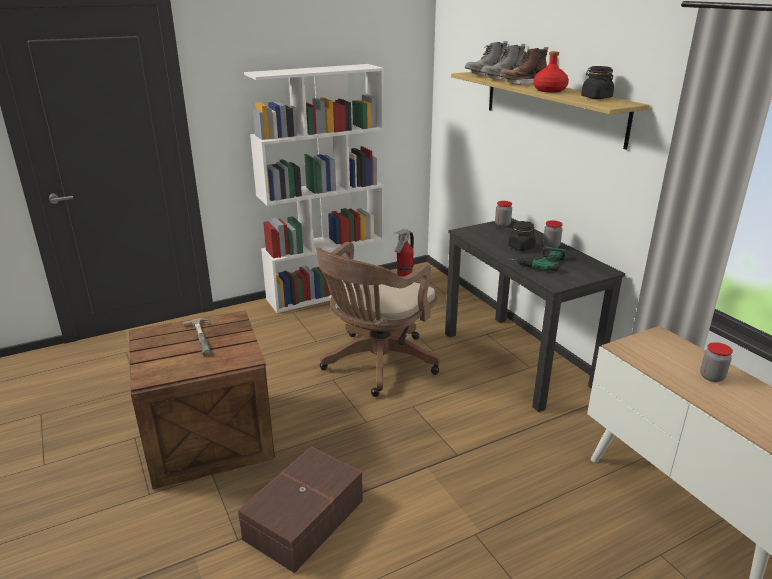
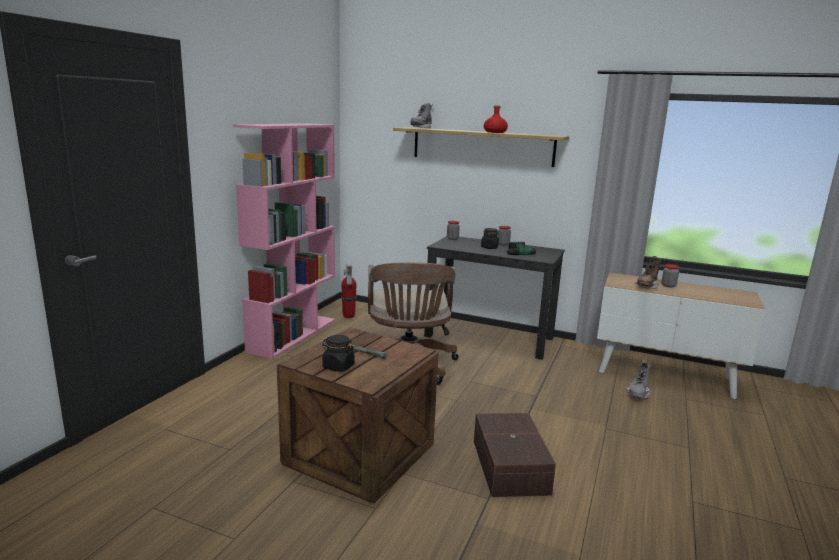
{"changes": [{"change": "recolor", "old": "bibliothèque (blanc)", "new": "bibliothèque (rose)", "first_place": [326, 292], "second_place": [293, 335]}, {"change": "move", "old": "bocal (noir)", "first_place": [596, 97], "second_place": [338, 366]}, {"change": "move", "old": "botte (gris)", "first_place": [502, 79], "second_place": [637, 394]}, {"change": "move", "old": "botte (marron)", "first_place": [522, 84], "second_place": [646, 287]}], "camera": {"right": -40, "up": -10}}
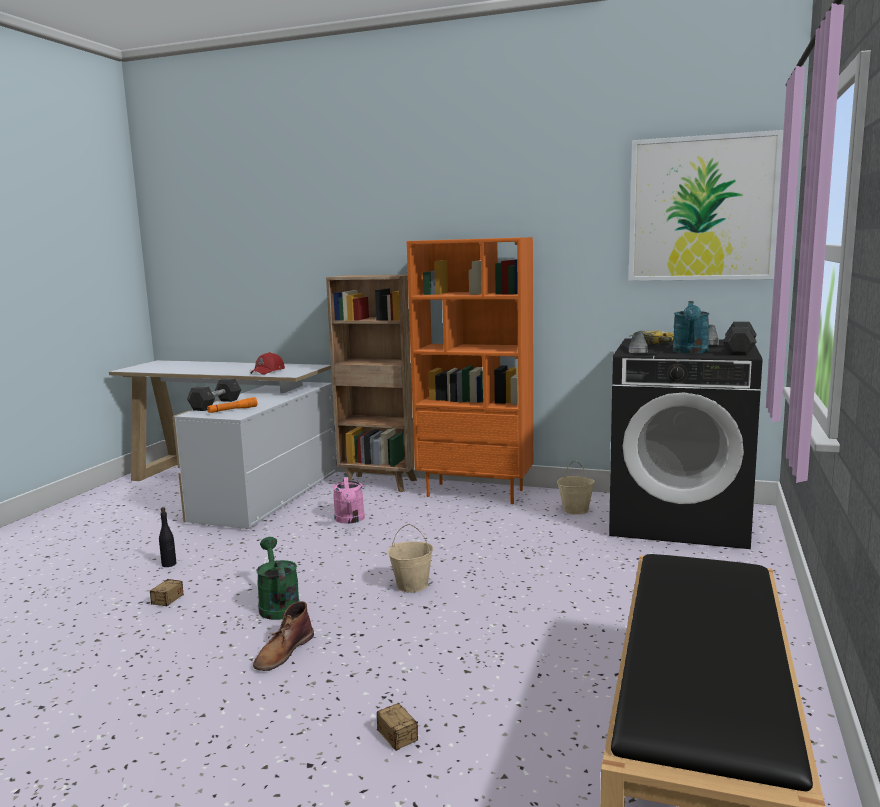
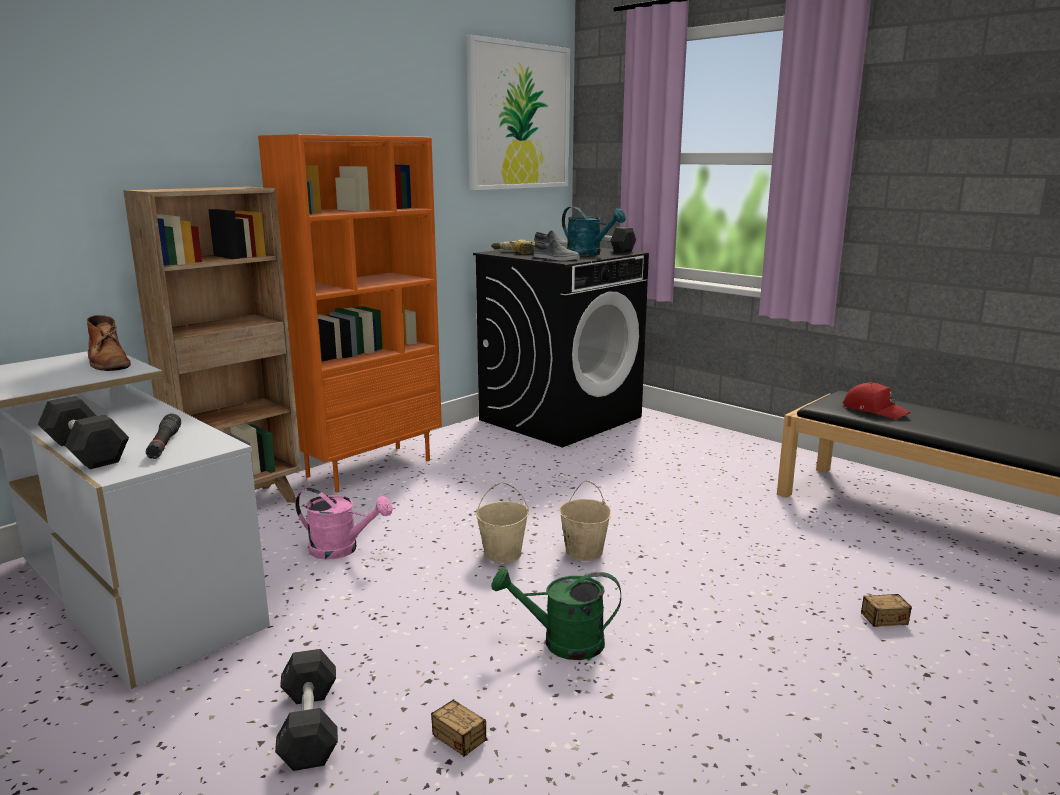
{"changes": [{"change": "move", "old": "botte (marron)", "first_place": [283, 652], "second_place": [108, 362]}, {"change": "recolor", "old": "lampe de poche (orange)", "new": "lampe de poche (noir)", "first_place": [232, 410], "second_place": [164, 444]}, {"change": "replace", "old": "bouteille (noir)", "new": "haltère (gris)", "first_place": [169, 564], "second_place": [309, 726]}, {"change": "move", "old": "seau (beige)", "first_place": [576, 510], "second_place": [503, 554]}, {"change": "move", "old": "casquette (rouge)", "first_place": [268, 371], "second_place": [874, 410]}], "camera": {"right": -65, "up": 5}}
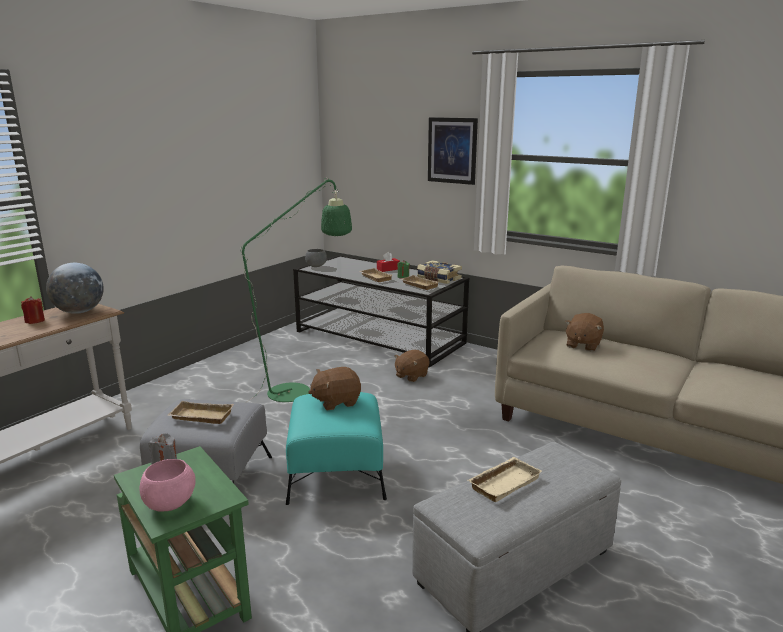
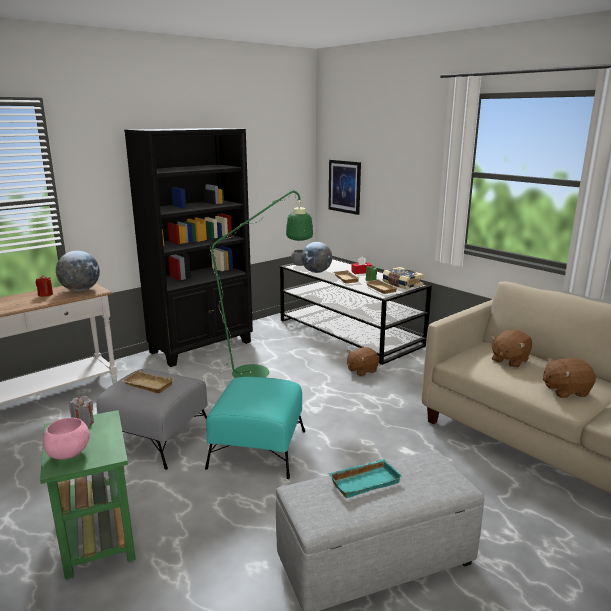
{"changes": [{"change": "insert", "new": "bibliothèque (noir)", "second_place": [202, 347]}, {"change": "insert", "new": "globe", "second_place": [316, 272]}, {"change": "move", "old": "tableau", "first_place": [452, 150], "second_place": [344, 186]}, {"change": "recolor", "old": "plateau (beige)", "new": "plateau (turquoise)", "first_place": [503, 482], "second_place": [364, 481]}, {"change": "move", "old": "peluche (marron)", "first_place": [336, 402], "second_place": [565, 390]}], "camera": {"right": 15, "up": 0}}
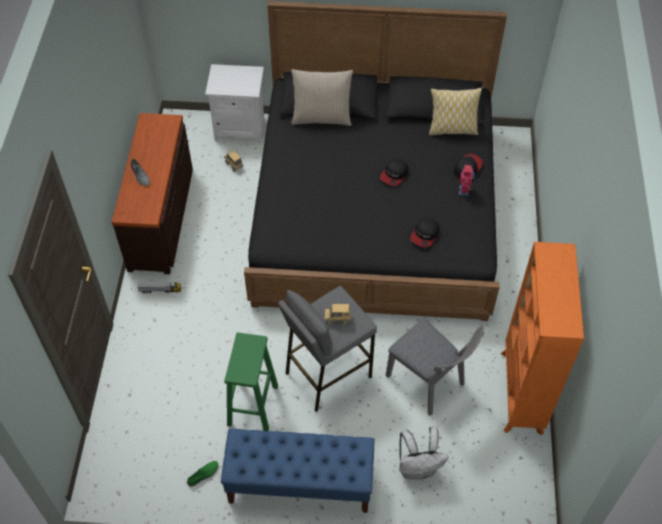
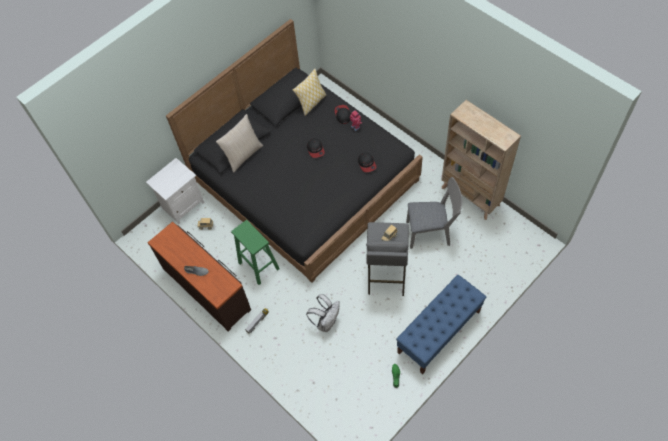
{"changes": [{"change": "move", "old": "tabouret (vert)", "first_place": [253, 404], "second_place": [258, 265]}, {"change": "move", "old": "sac à dos (blanc)", "first_place": [418, 468], "second_place": [326, 322]}, {"change": "recolor", "old": "bibliothèque (orange)", "new": "bibliothèque (beige)", "first_place": [521, 392], "second_place": [470, 196]}], "camera": {"right": -45, "up": 5}}
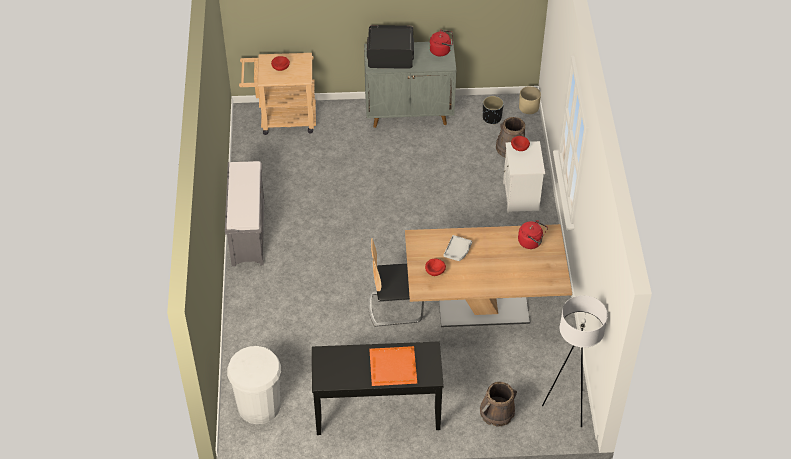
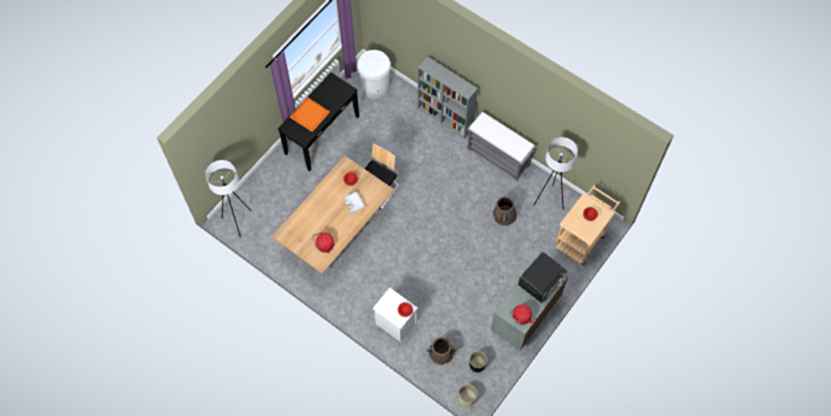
{"changes": [{"change": "insert", "new": "bibliothèque (gris)", "second_place": [446, 118]}, {"change": "move", "old": "seau (marron)", "first_place": [497, 412], "second_place": [504, 215]}, {"change": "insert", "new": "lampadaire (blanc)", "second_place": [549, 200]}], "camera": {"right": 130, "up": 15}}
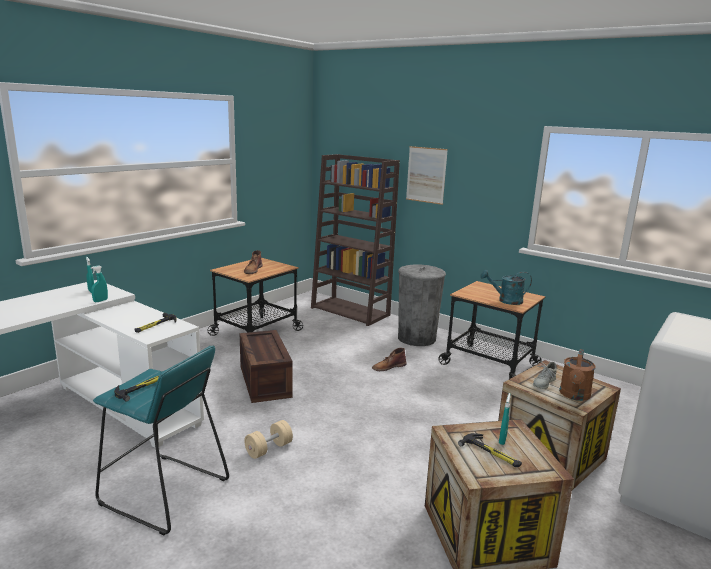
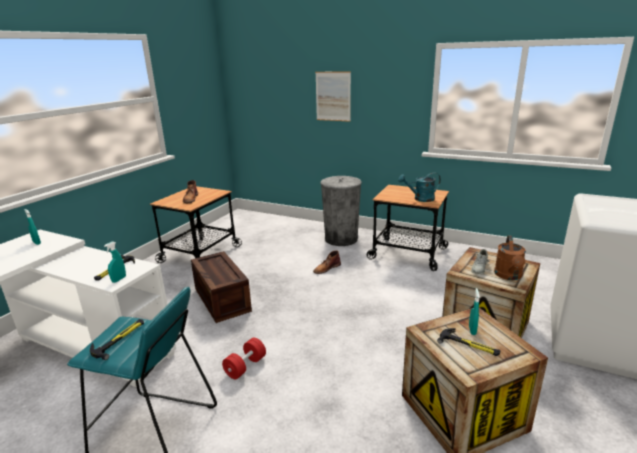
{"changes": [{"change": "move", "old": "vaporisateur (turquoise)", "first_place": [100, 301], "second_place": [119, 279]}, {"change": "recolor", "old": "haltère (beige)", "new": "haltère (rouge)", "first_place": [269, 449], "second_place": [245, 366]}, {"change": "delete", "old": "bibliothèque (marron)", "first_place": [351, 311]}], "camera": {"right": -10, "up": 5}}
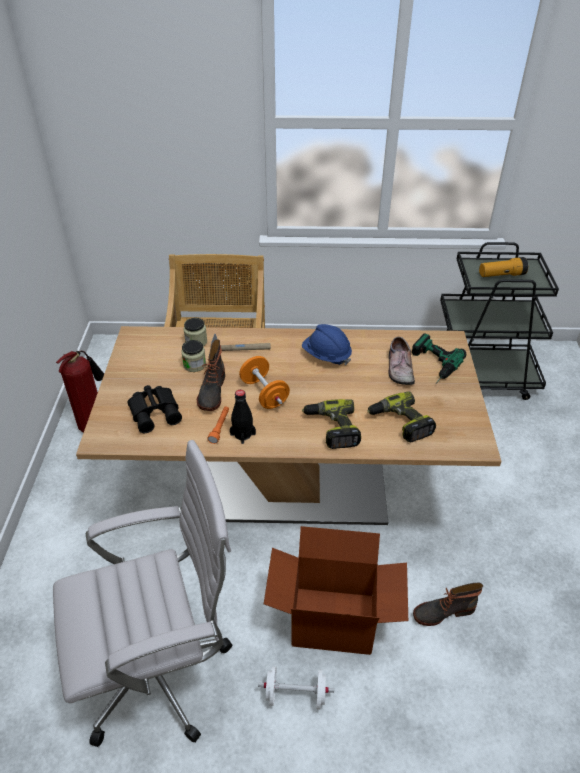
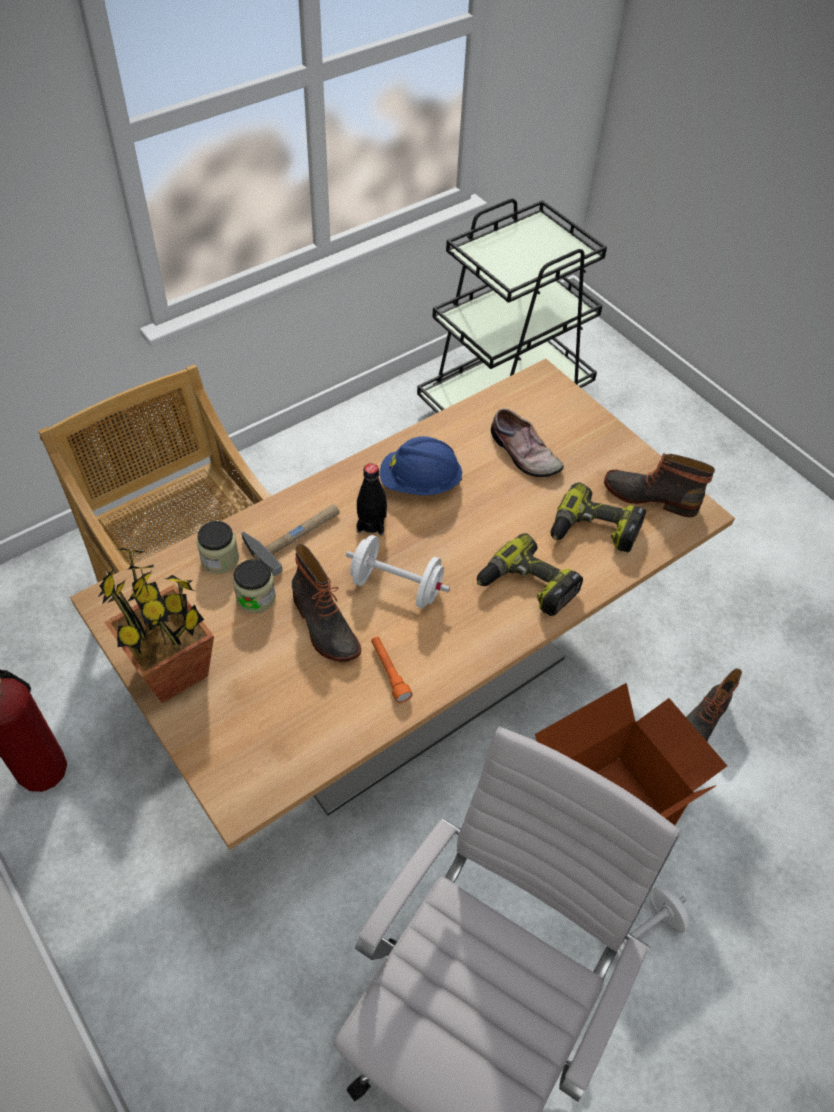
{"changes": [{"change": "insert", "new": "plante en pot", "second_place": [173, 671]}, {"change": "recolor", "old": "haltère (orange)", "new": "haltère (blanc)", "first_place": [264, 394], "second_place": [396, 586]}, {"change": "move", "old": "bouteille (noir)", "first_place": [243, 434], "second_place": [371, 524]}, {"change": "insert", "new": "botte", "second_place": [651, 496]}, {"change": "delete", "old": "jumelles (noir)", "first_place": [156, 412]}, {"change": "delete", "old": "perceuse", "first_place": [431, 364]}, {"change": "delete", "old": "lampe de poche", "first_place": [501, 275]}], "camera": {"right": -40, "up": 10}}
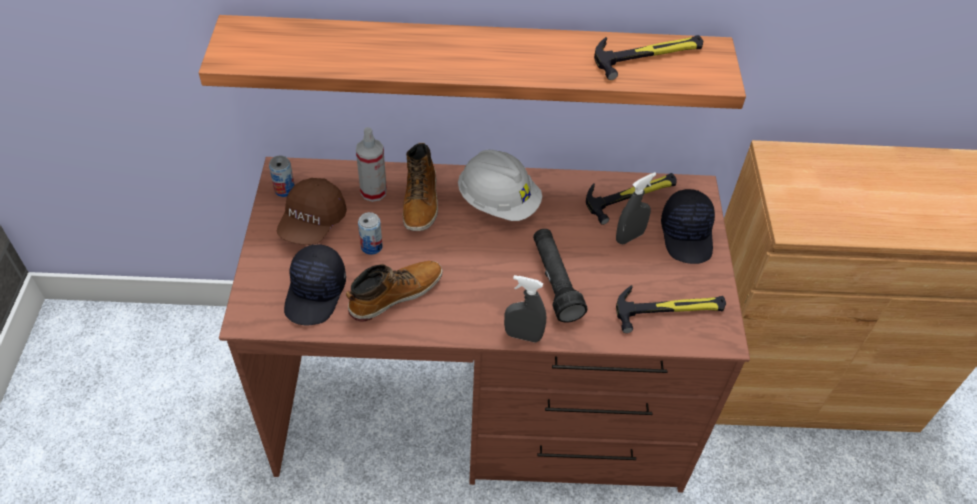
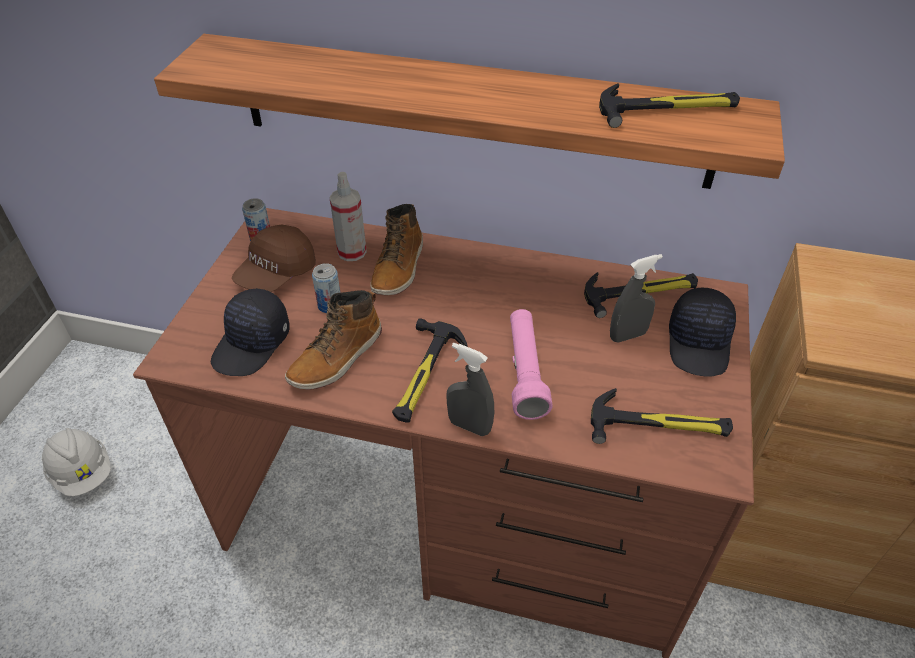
{"changes": [{"change": "move", "old": "casque de chantier (blanc)", "first_place": [498, 202], "second_place": [82, 472]}, {"change": "rotate", "old": "botte", "first_place": [395, 294], "second_place": [337, 358], "degrees": 150}, {"change": "insert", "new": "marteau", "second_place": [425, 374]}, {"change": "recolor", "old": "lampe de poche (noir)", "new": "lampe de poche (rose)", "first_place": [555, 281], "second_place": [525, 372]}], "camera": {"right": 15, "up": -5}}
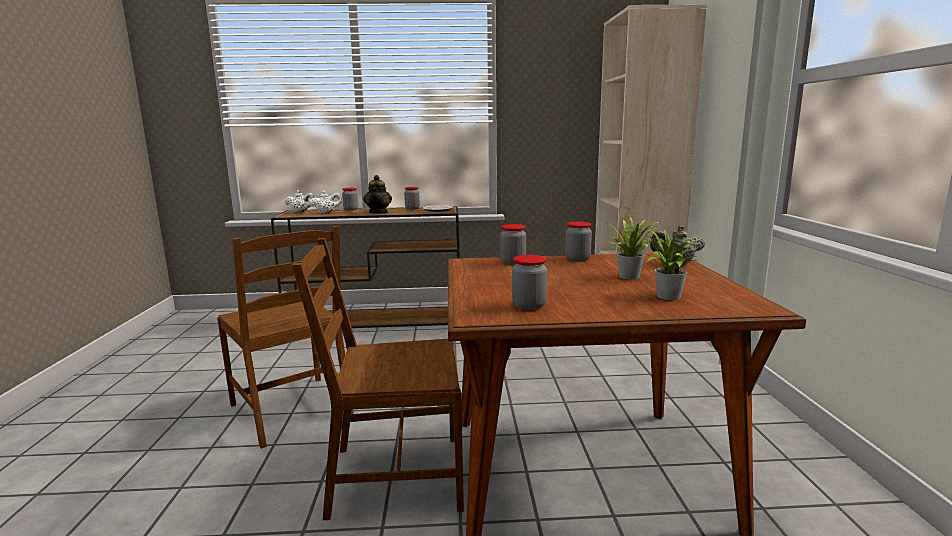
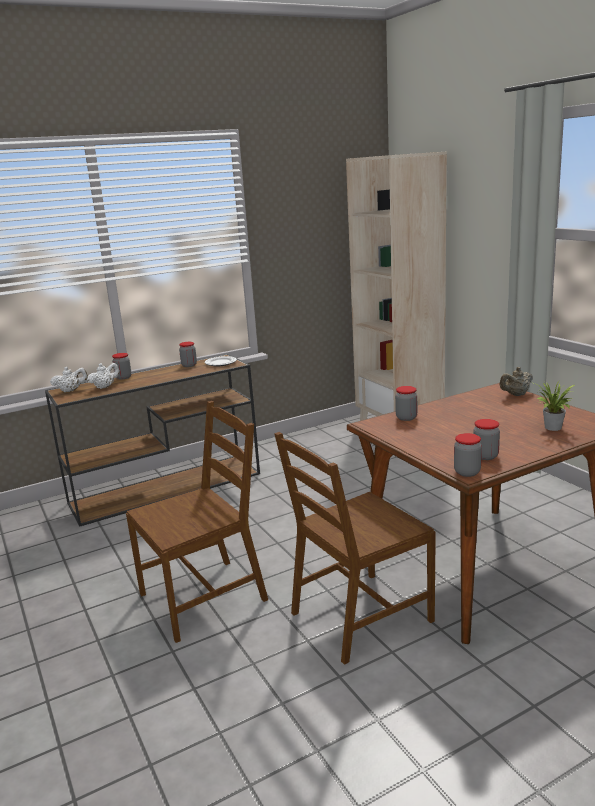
{"changes": [{"change": "rotate", "old": "chaise (marron)", "first_place": [293, 410], "second_place": [204, 597], "degrees": -60}, {"change": "move", "old": "bocal", "first_place": [577, 259], "second_place": [467, 472]}, {"change": "delete", "old": "théière", "first_place": [379, 212]}, {"change": "delete", "old": "plante en pot", "first_place": [631, 276]}], "camera": {"right": -25, "up": 5}}
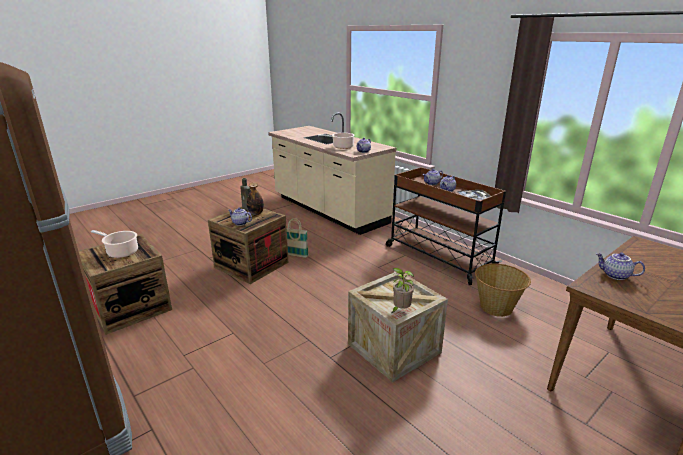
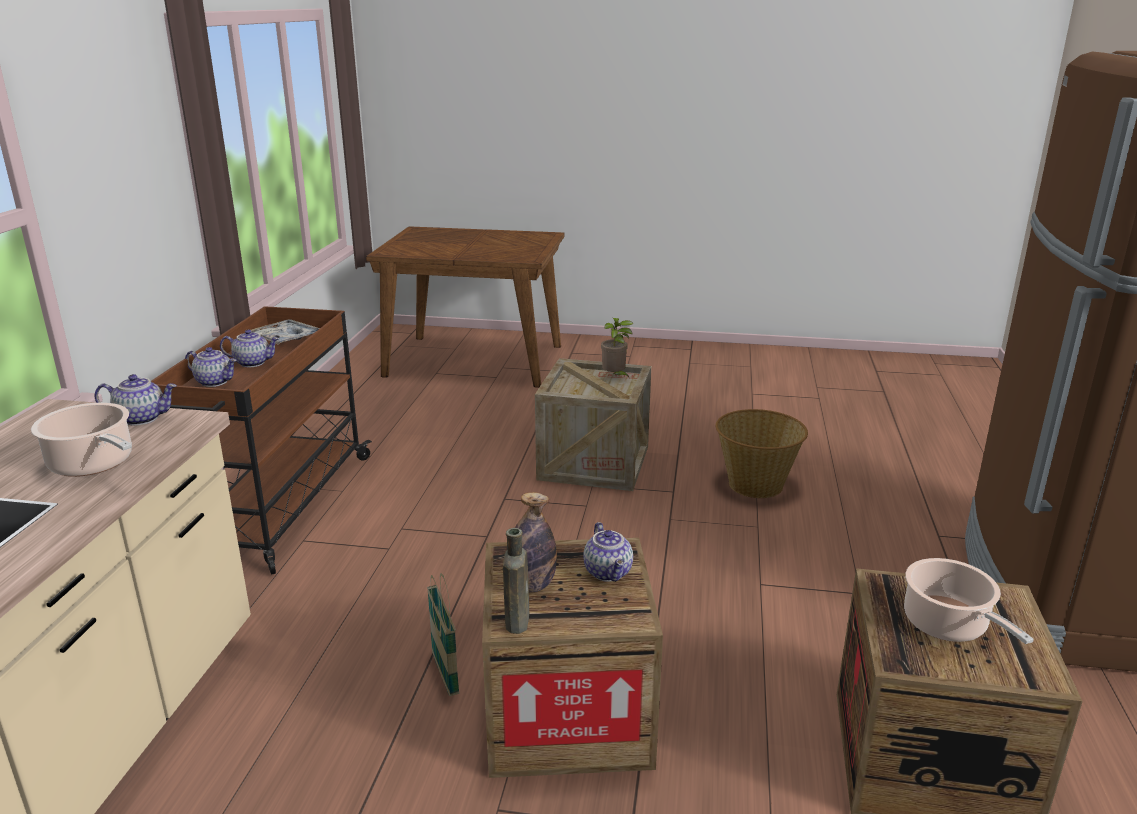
{"changes": [{"change": "move", "old": "panier", "first_place": [496, 307], "second_place": [755, 484]}, {"change": "delete", "old": "théière", "first_place": [615, 276]}], "camera": {"right": -130, "up": 0}}
